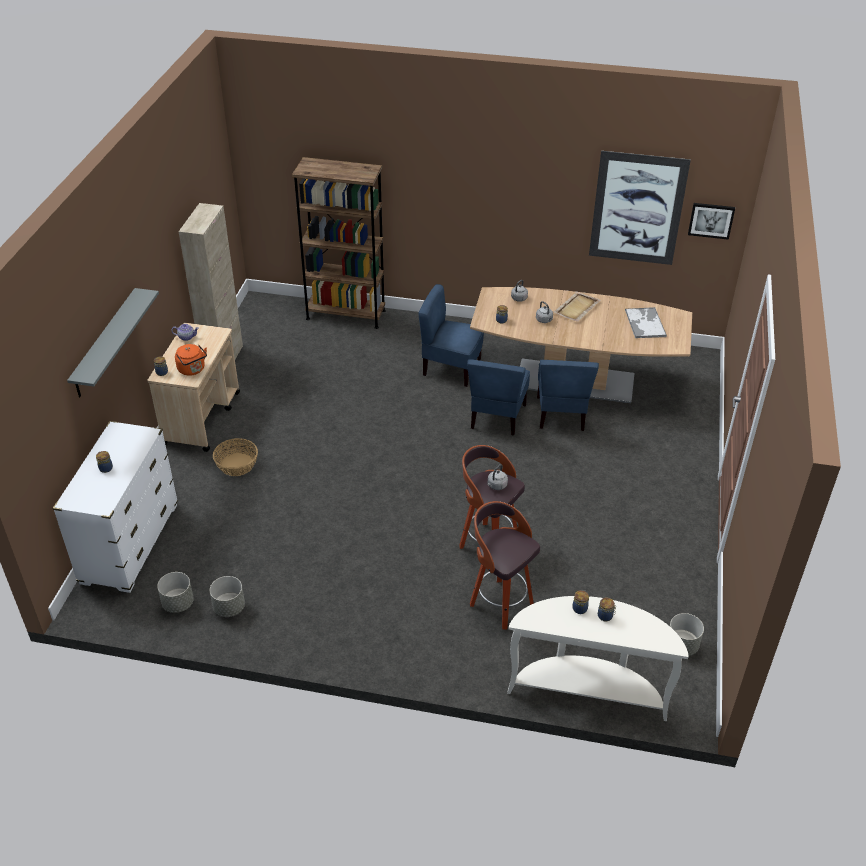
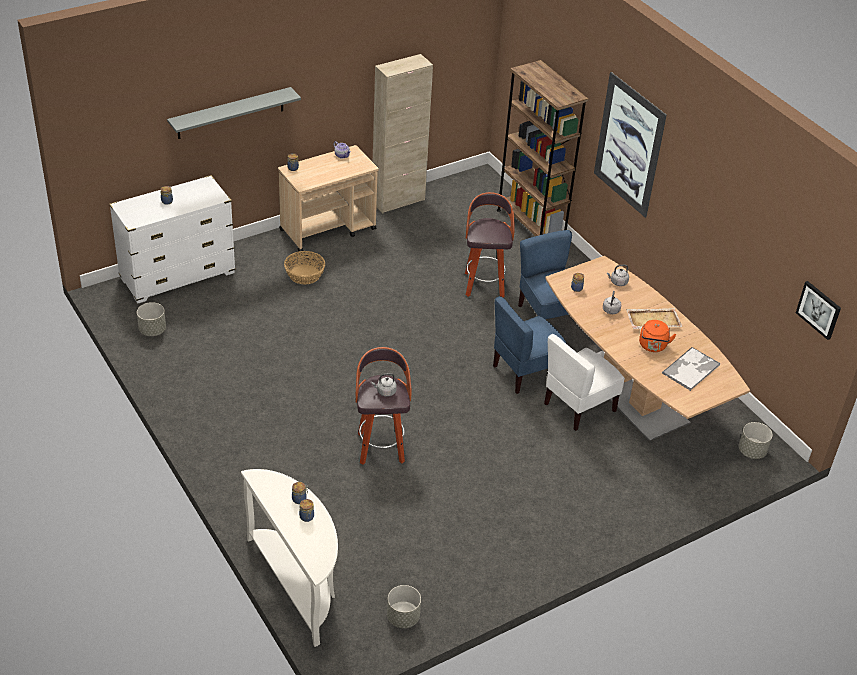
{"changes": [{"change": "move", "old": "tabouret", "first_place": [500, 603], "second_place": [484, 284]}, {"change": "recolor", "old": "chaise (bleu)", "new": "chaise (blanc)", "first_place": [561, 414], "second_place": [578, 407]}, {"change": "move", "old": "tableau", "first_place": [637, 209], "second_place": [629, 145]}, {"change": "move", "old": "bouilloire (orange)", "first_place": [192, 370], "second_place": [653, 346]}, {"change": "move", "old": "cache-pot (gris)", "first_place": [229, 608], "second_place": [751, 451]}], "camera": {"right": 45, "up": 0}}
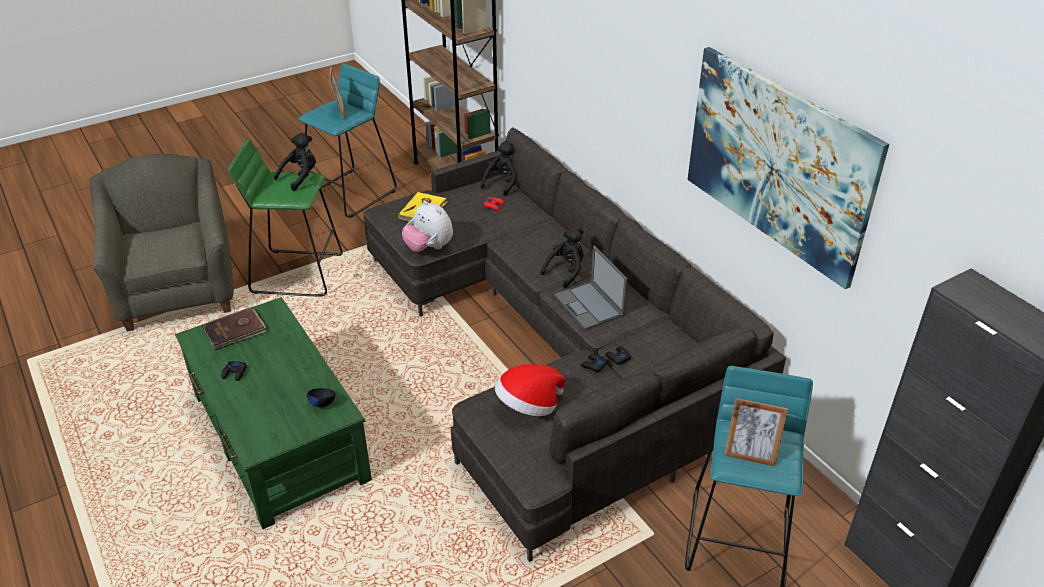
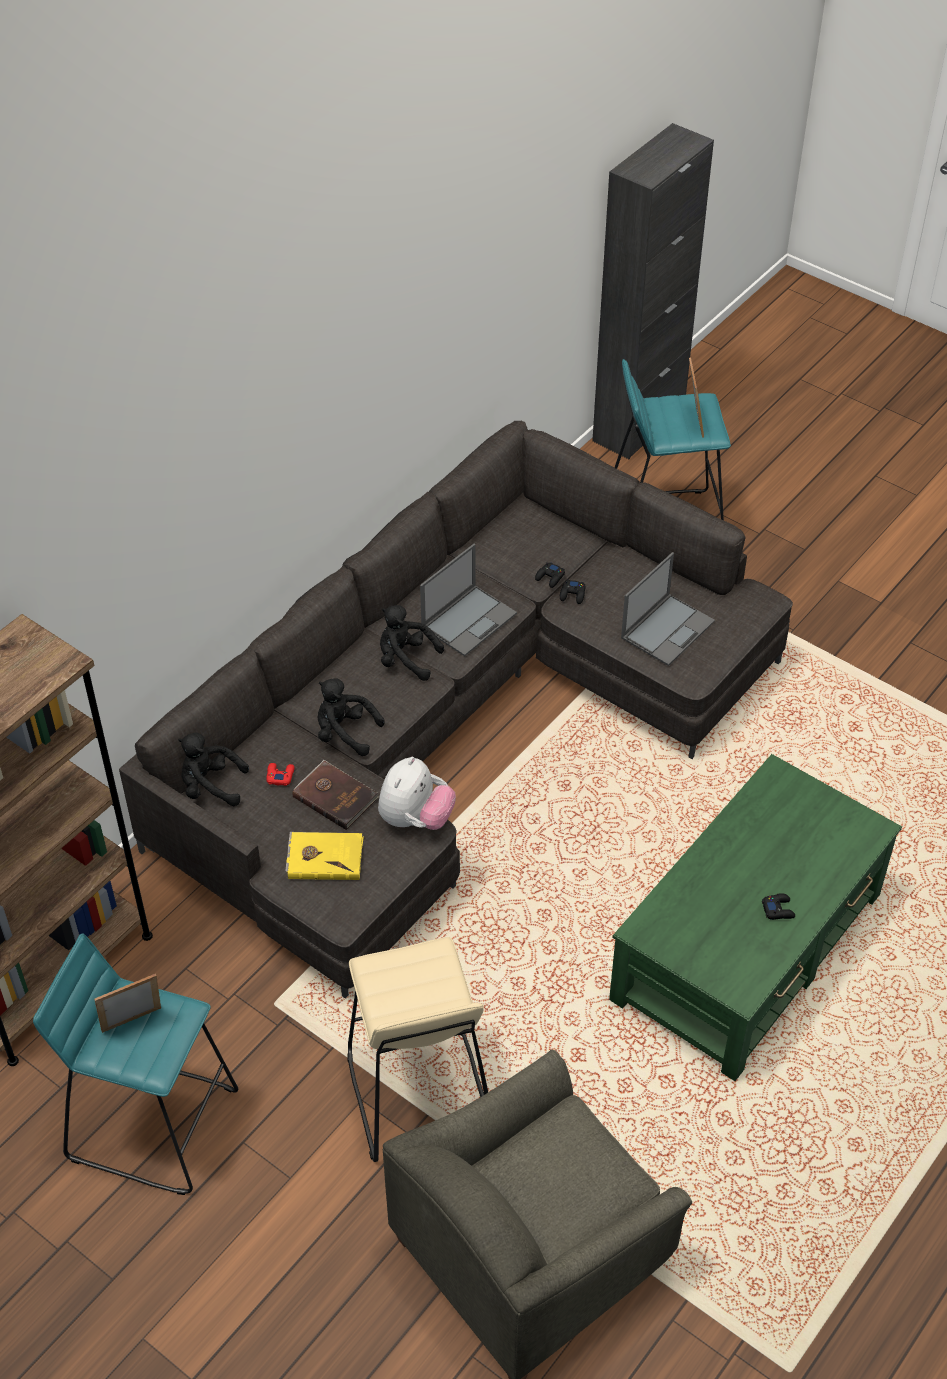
{"changes": [{"change": "move", "old": "livre (marron)", "first_place": [235, 331], "second_place": [335, 796]}, {"change": "move", "old": "peluche (noir)", "first_place": [300, 177], "second_place": [344, 733]}, {"change": "recolor", "old": "tabouret (vert)", "new": "tabouret (beige)", "first_place": [296, 273], "second_place": [418, 1094]}, {"change": "replace", "old": "chapeau", "new": "ordinateur portable", "first_place": [528, 406], "second_place": [668, 629]}, {"change": "delete", "old": "bol (noir)", "first_place": [322, 403]}, {"change": "delete", "old": "tableau", "first_place": [777, 163]}], "camera": {"right": -110, "up": 10}}
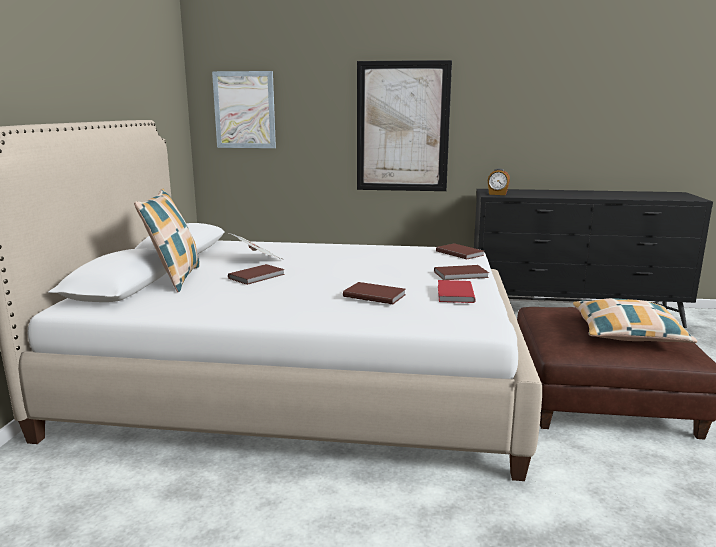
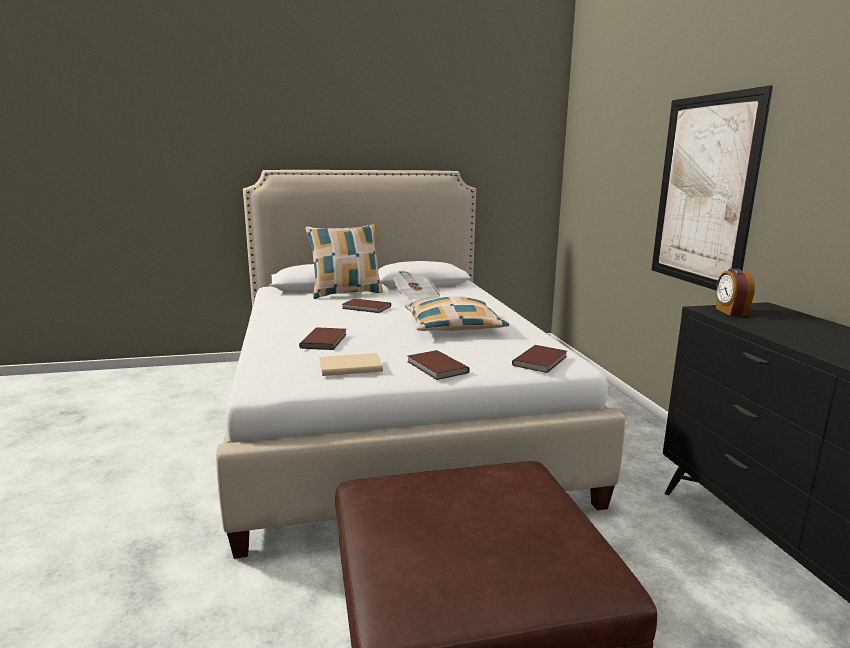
{"changes": [{"change": "recolor", "old": "livre (rouge)", "new": "livre (beige)", "first_place": [454, 294], "second_place": [349, 367]}, {"change": "move", "old": "coussin", "first_place": [627, 333], "second_place": [453, 327]}, {"change": "delete", "old": "tableau", "first_place": [244, 110]}], "camera": {"right": 70, "up": 0}}
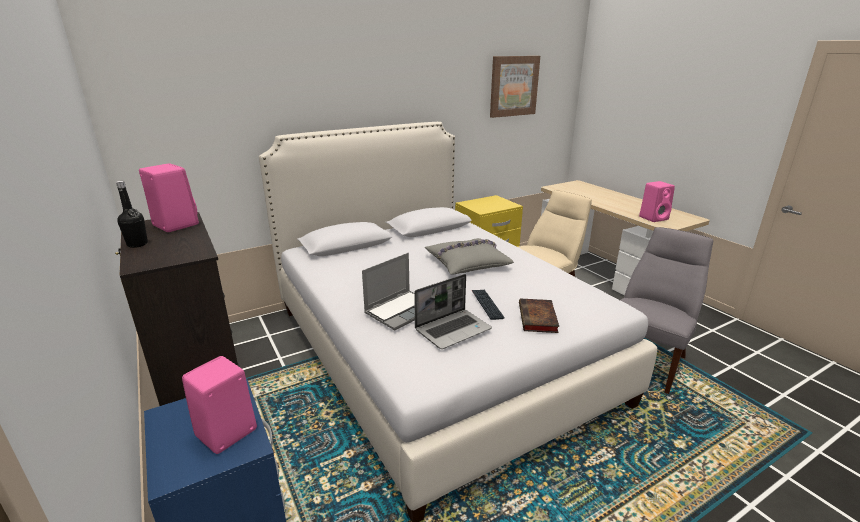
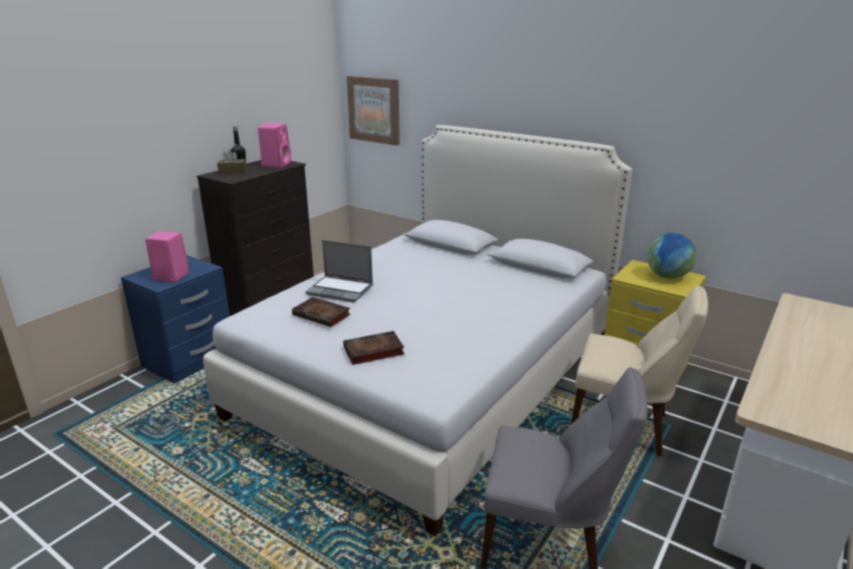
{"changes": [{"change": "insert", "new": "boîte à mouchoirs (marron)", "second_place": [232, 172]}, {"change": "replace", "old": "ordinateur portable", "new": "livre", "first_place": [453, 329], "second_place": [323, 315]}, {"change": "move", "old": "tableau", "first_place": [513, 86], "second_place": [374, 110]}, {"change": "insert", "new": "globe", "second_place": [667, 276]}, {"change": "delete", "old": "coussin (gris)", "first_place": [467, 263]}, {"change": "delete", "old": "clavier", "first_place": [487, 304]}, {"change": "delete", "old": "enceinte (rose)", "first_place": [654, 218]}], "camera": {"right": 65, "up": 0}}
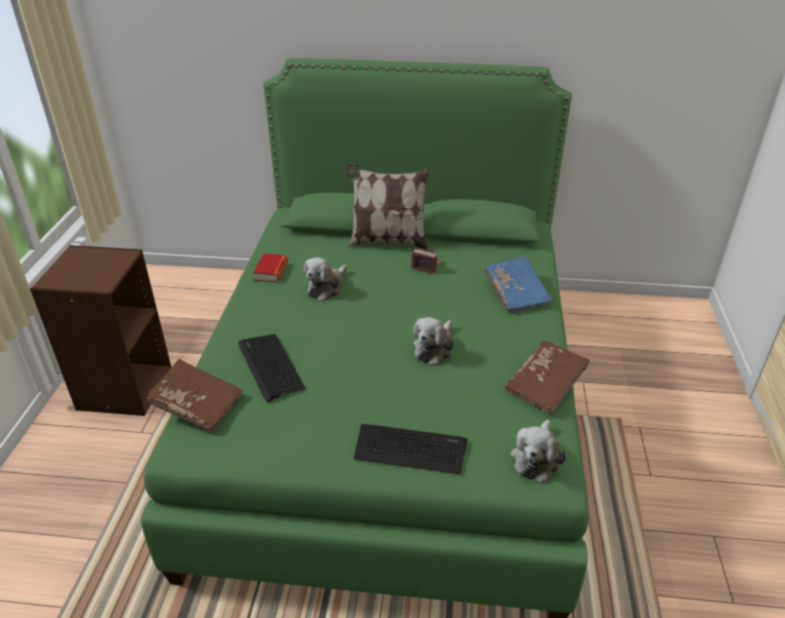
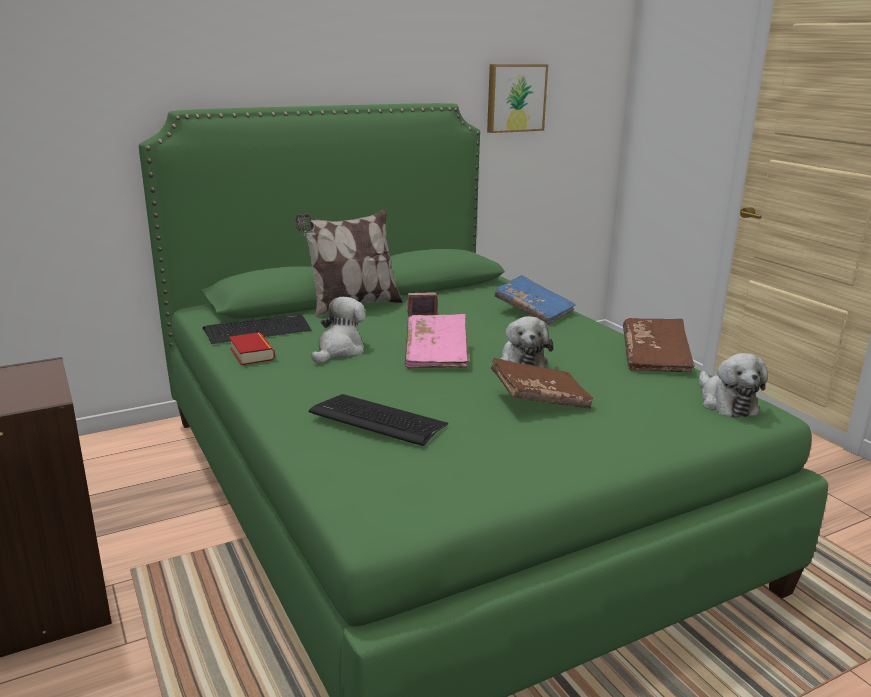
{"changes": [{"change": "move", "old": "clavier", "first_place": [410, 449], "second_place": [258, 330]}, {"change": "rotate", "old": "peluche", "first_place": [326, 287], "second_place": [339, 350], "degrees": -150}, {"change": "insert", "new": "livre (rose)", "second_place": [437, 355]}, {"change": "insert", "new": "tableau", "second_place": [515, 98]}, {"change": "move", "old": "livre (marron)", "first_place": [197, 405], "second_place": [539, 399]}], "camera": {"right": -35, "up": -15}}
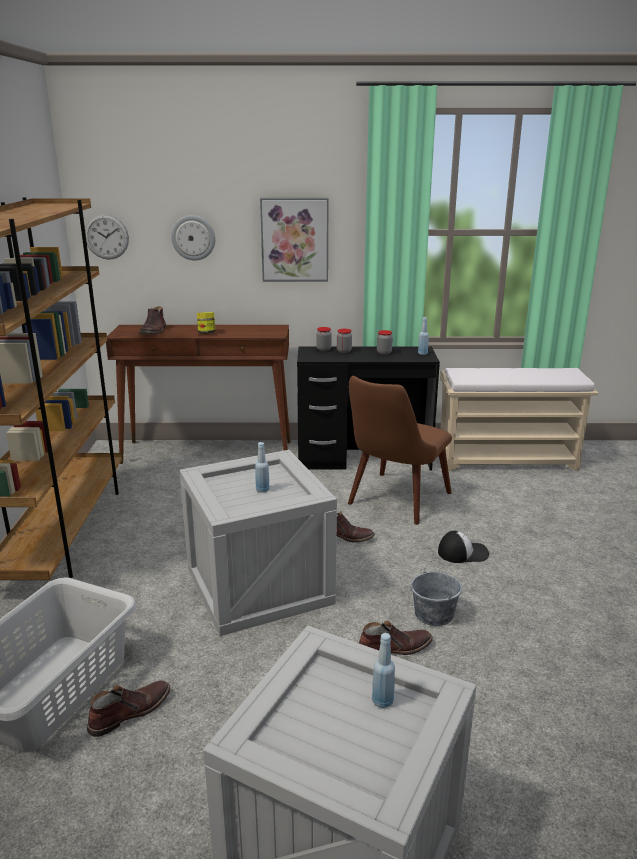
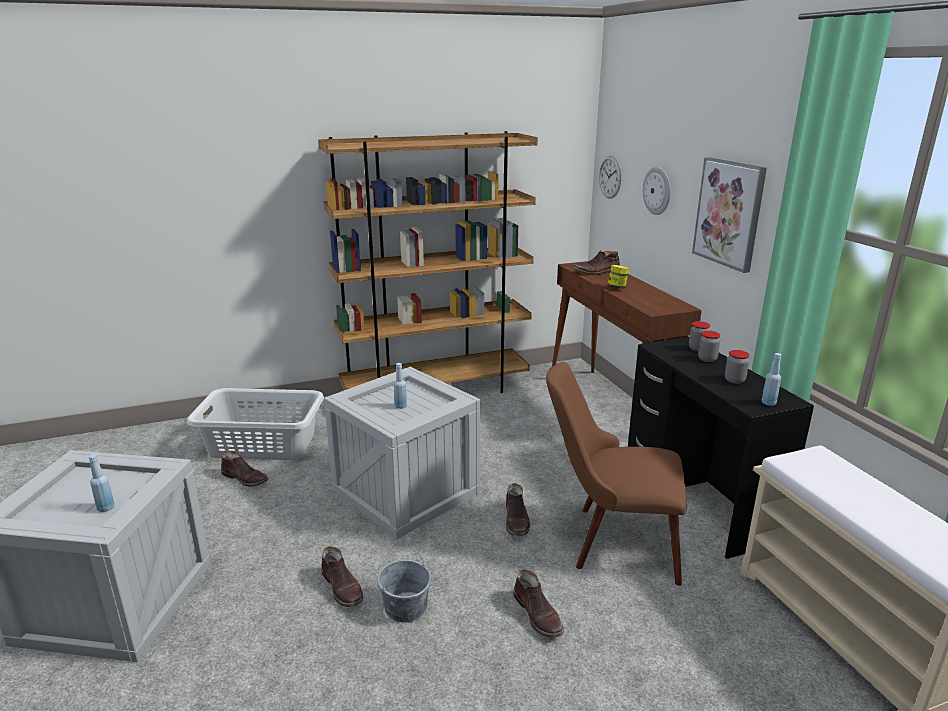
{"changes": [{"change": "replace", "old": "casquette", "new": "botte (marron)", "first_place": [463, 552], "second_place": [538, 615]}], "camera": {"right": 70, "up": 0}}
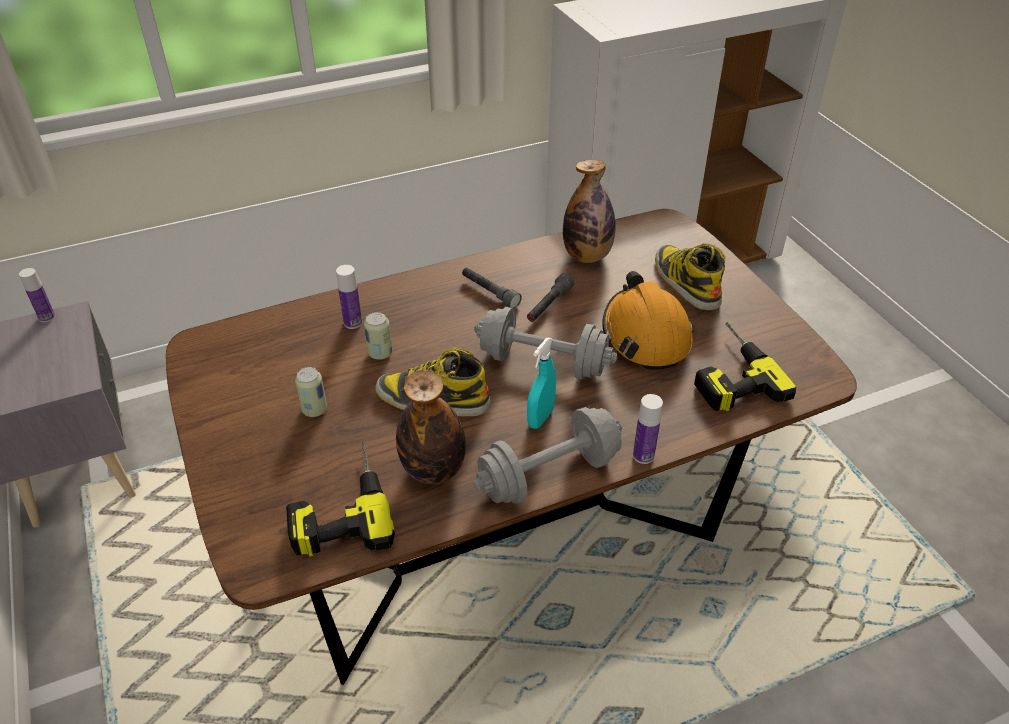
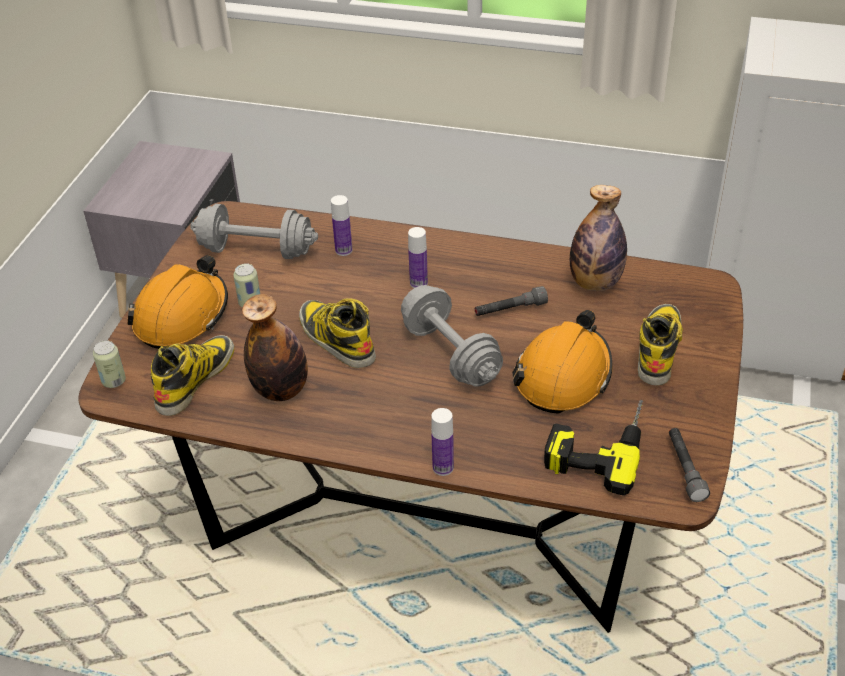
{"changes": [{"change": "move", "old": "boîte métallique", "first_place": [380, 353], "second_place": [114, 381]}, {"change": "insert", "new": "casque de chantier (orange)", "second_place": [182, 316]}, {"change": "replace", "old": "perceuse", "new": "botte", "first_place": [338, 506], "second_place": [195, 379]}, {"change": "move", "old": "haltère (gris)", "first_place": [549, 474], "second_place": [256, 250]}, {"change": "move", "old": "bouteille", "first_place": [47, 317], "second_place": [418, 283]}, {"change": "move", "old": "lampe de poche (gris)", "first_place": [490, 293], "second_place": [685, 469]}, {"change": "delete", "old": "vaporisateur (turquoise)", "first_place": [540, 418]}], "camera": {"right": 40, "up": 0}}
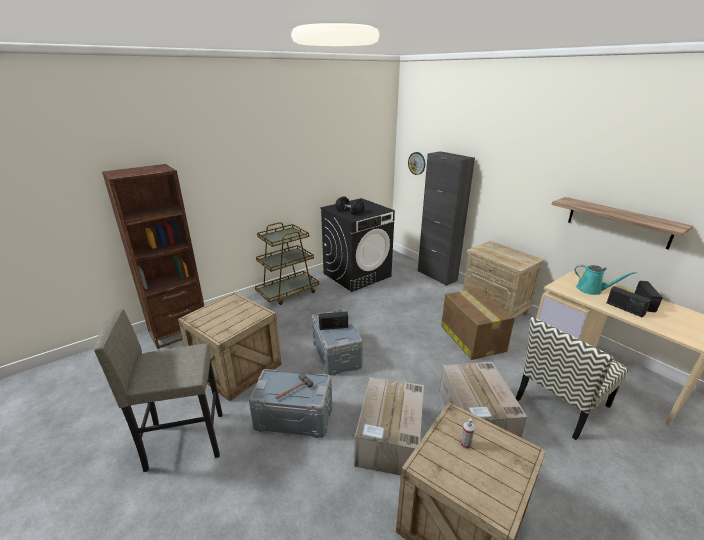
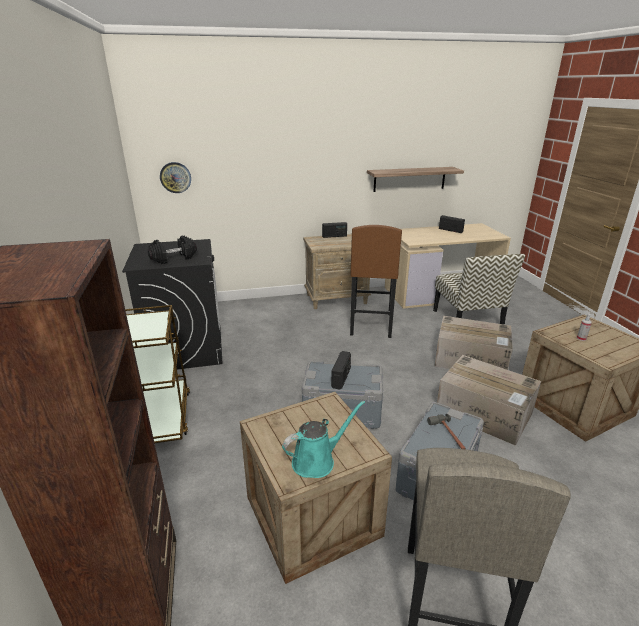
{"changes": [{"change": "move", "old": "arrosoir (turquoise)", "first_place": [592, 290], "second_place": [317, 460]}, {"change": "move", "old": "radio", "first_place": [625, 309], "second_place": [334, 236]}, {"change": "replace", "old": "carton", "new": "tabouret (marron)", "first_place": [471, 338], "second_place": [370, 324]}, {"change": "delete", "old": "meuble de rangement (noir)", "first_place": [437, 276]}], "camera": {"right": -65, "up": 0}}
